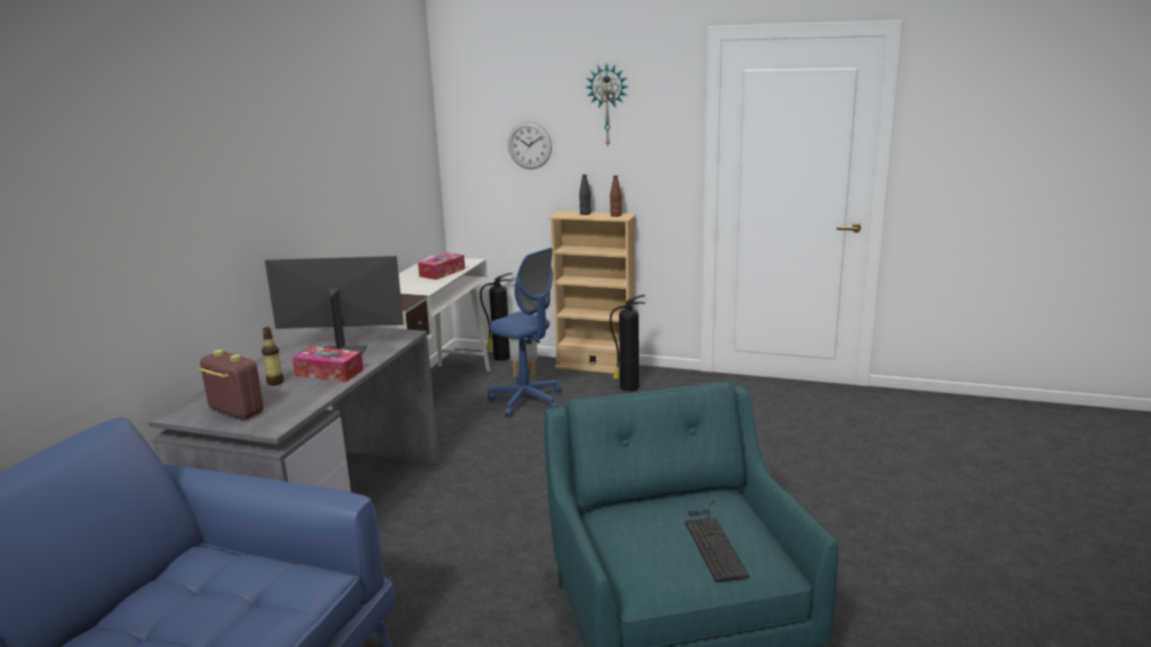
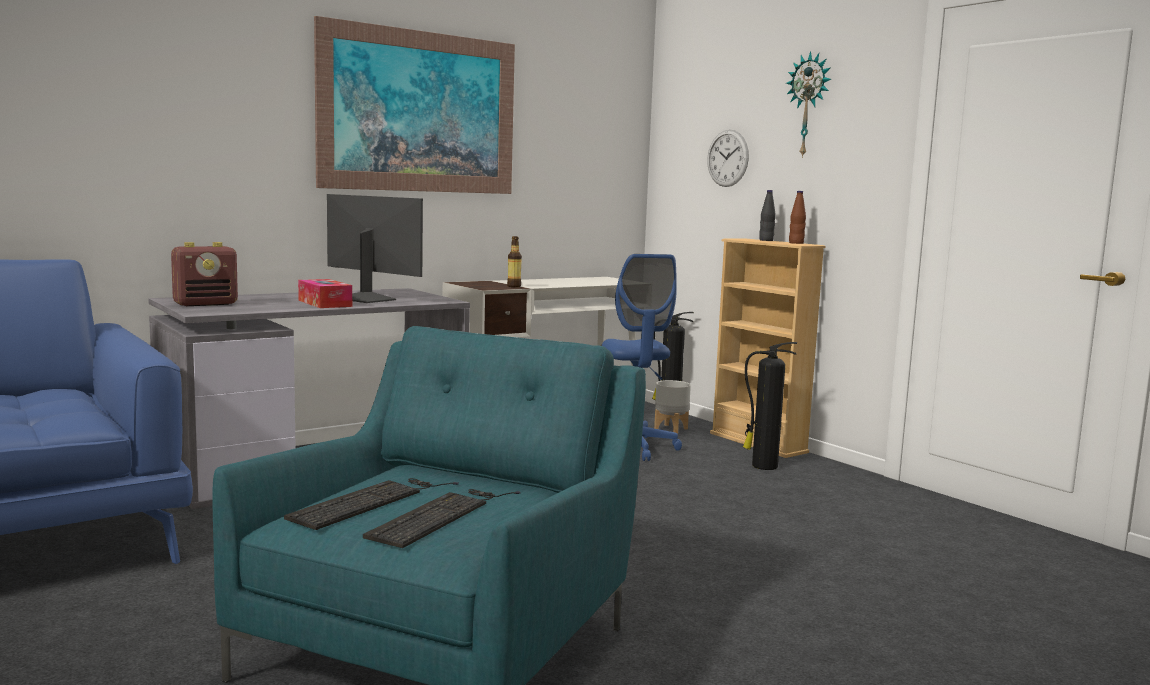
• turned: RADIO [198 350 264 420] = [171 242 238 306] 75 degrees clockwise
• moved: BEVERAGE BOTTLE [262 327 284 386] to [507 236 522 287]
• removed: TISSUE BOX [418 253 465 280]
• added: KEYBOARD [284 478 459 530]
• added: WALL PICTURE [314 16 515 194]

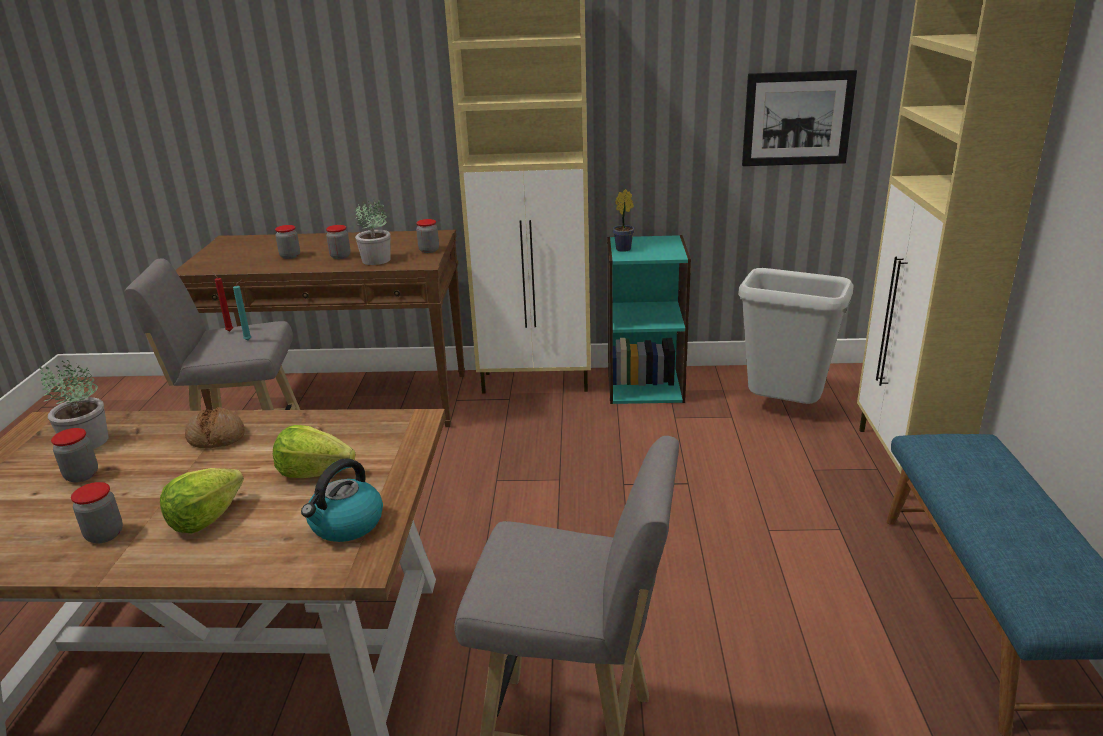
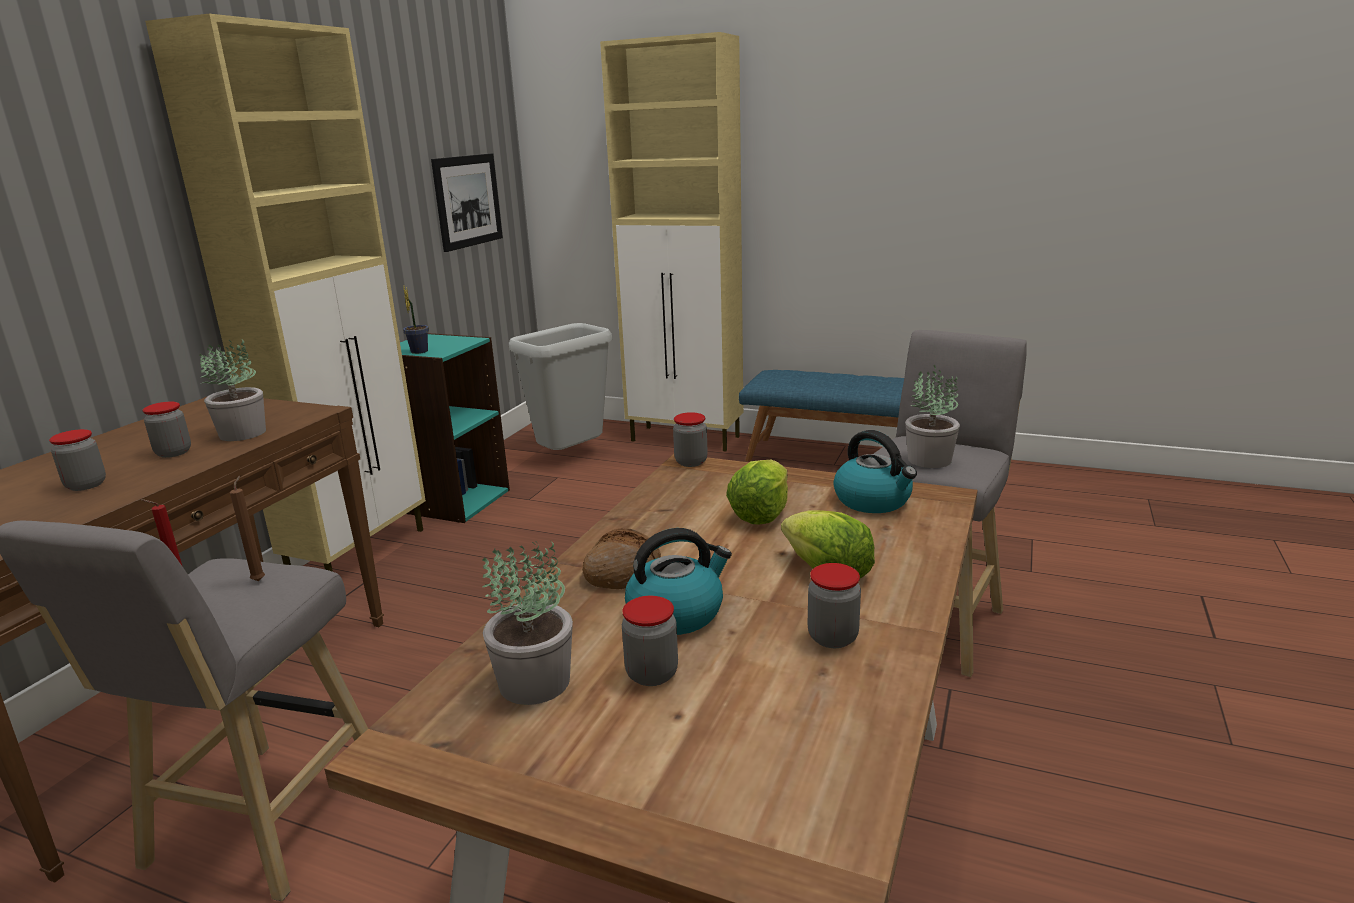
• recoloured: BLUE-GREEN CANDLE [233 280 251 340] to BROWN-COLOURED CANDLE [230 475 265 581]
• moved: PRESERVE JAR [416 219 439 253] to [673 412 708 467]
• added: KETTLE [625 528 732 635]
• added: PLANT IN A POT [905 365 960 468]

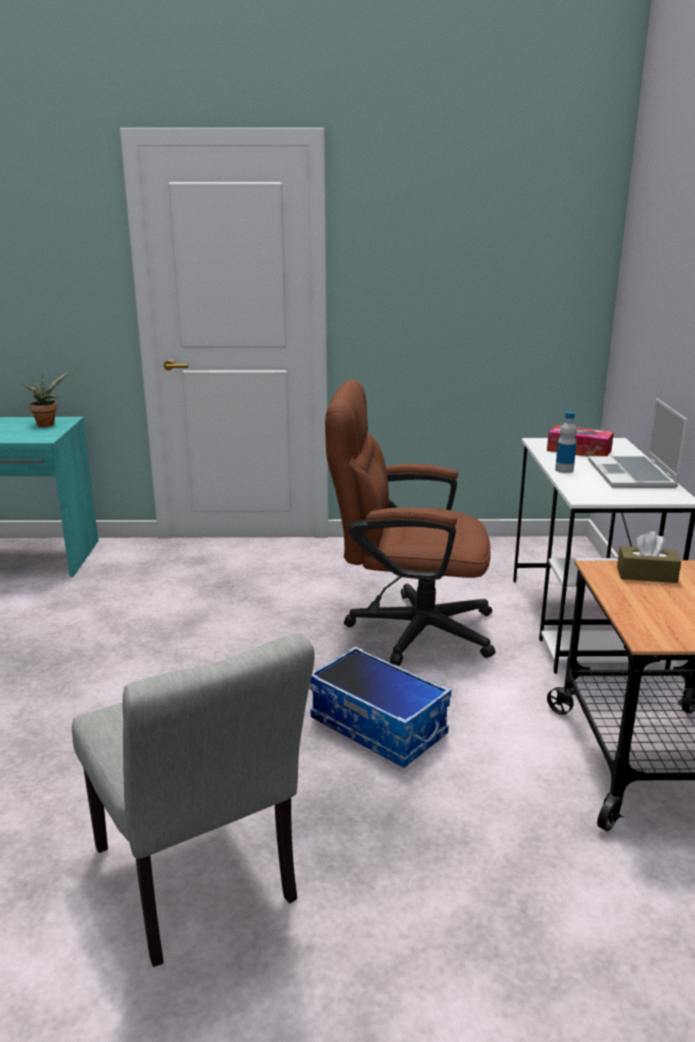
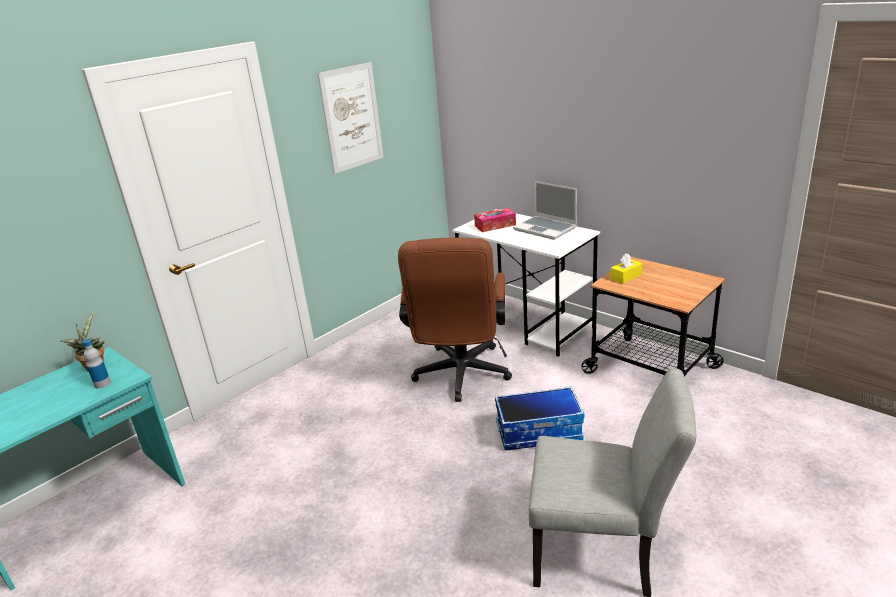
• turned: BROWN-COLOURED COMPUTER CHAIR [325 380 495 666] = [398 238 512 402] 45 degrees counterclockwise
• moved: BEVERAGE BOTTLE [555 411 577 473] to [82 339 111 389]
• recoloured: BROWN-COLOURED TISSUE BOX [617 531 681 583] to YELLOWISH TISSUE BOX [610 253 642 284]
• added: WALL PICTURE [318 62 383 174]

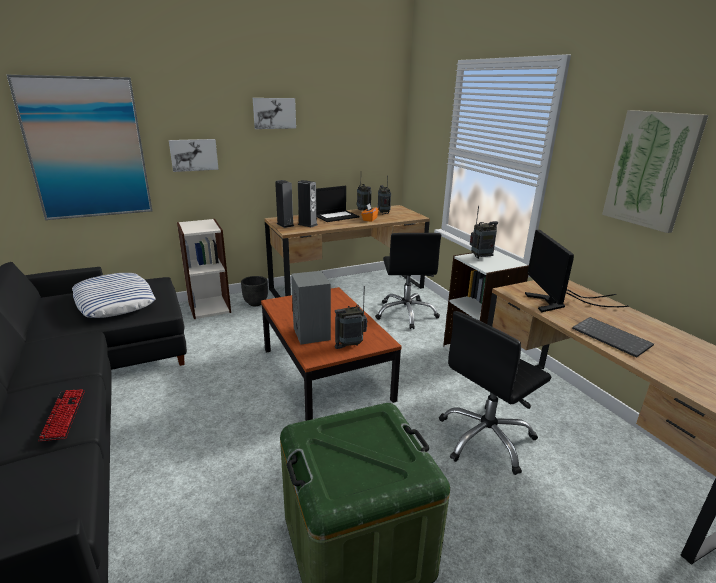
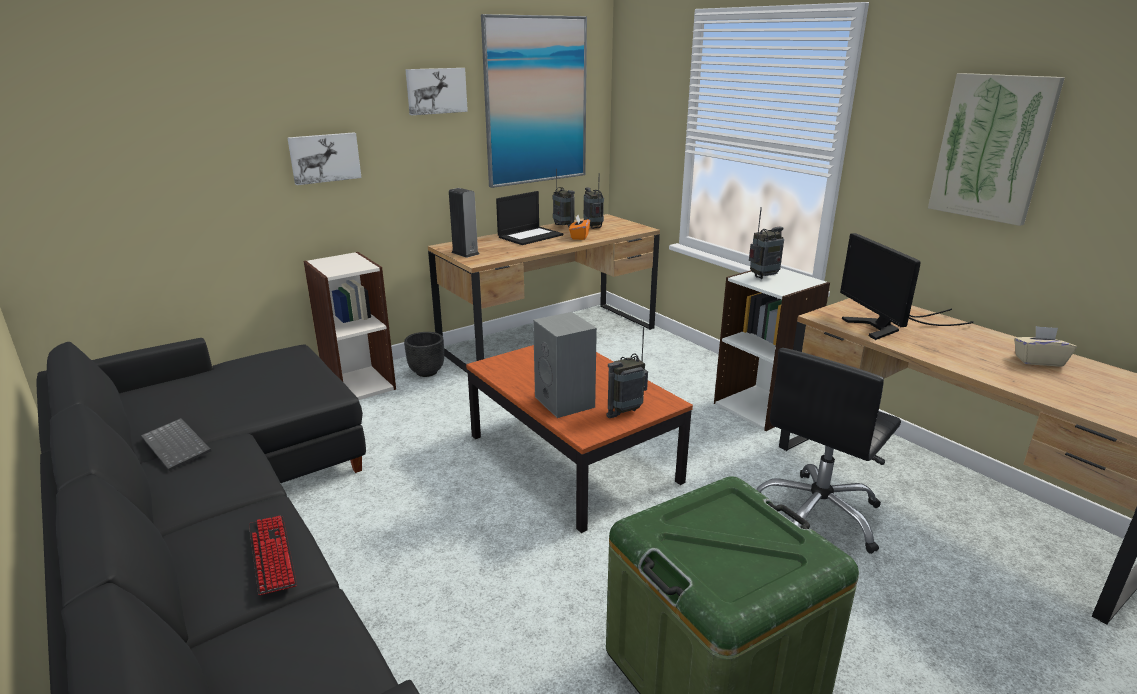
• moved: WALL PICTURE [7 75 153 220] to [481 14 587 188]
• removed: THROW PILLOW [72 273 156 318]
• removed: AUDIO SPEAKER [298 180 318 227]
• removed: BLACK COMPUTER CHAIR [375 233 441 329]
• moved: KEYBOARD [572 317 654 358] to [141 418 211 471]
• added: SAND-COLOURED TISSUE BOX [1014 326 1076 366]

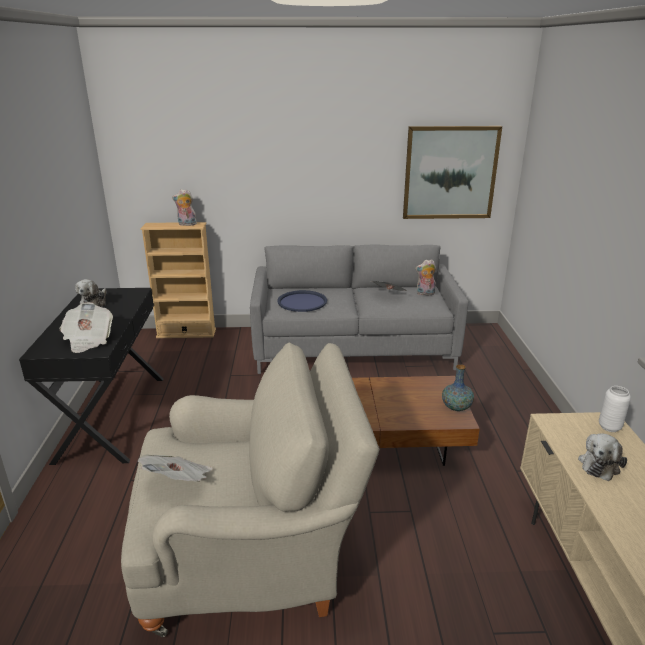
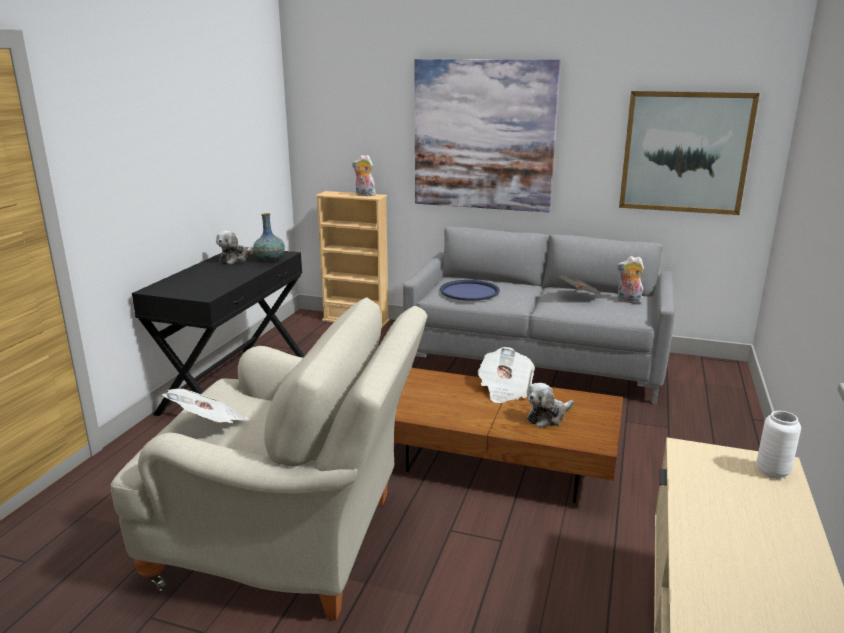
• moved: DAILY PAPER [60 302 113 353] to [477 347 535 403]
• moved: VASE [442 364 474 411] to [253 213 285 262]
• moved: PLUSH TOY [578 433 627 481] to [527 383 574 428]
• added: WALL PICTURE [415 59 561 212]

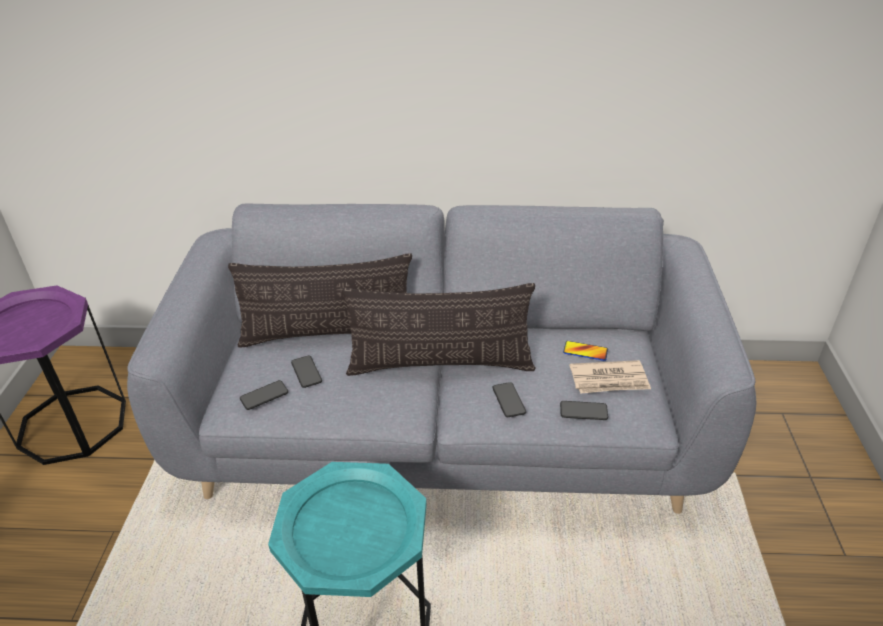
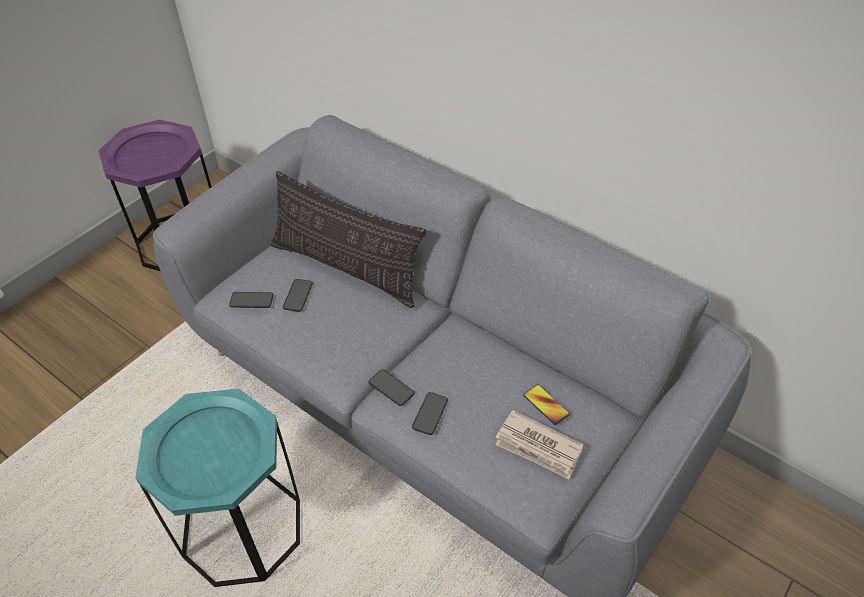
• removed: THROW PILLOW [342 283 536 376]
• moved: TELEPHONE [560 401 608 420] to [369 369 415 406]

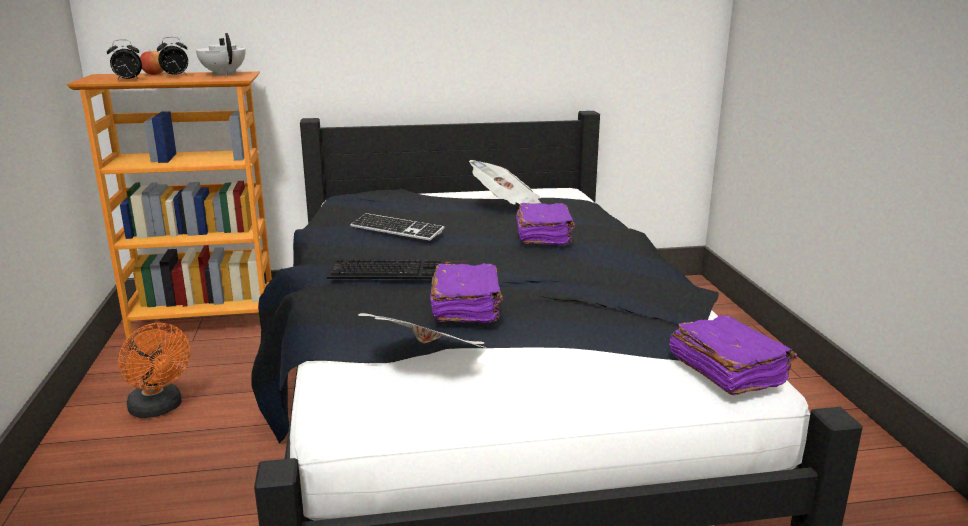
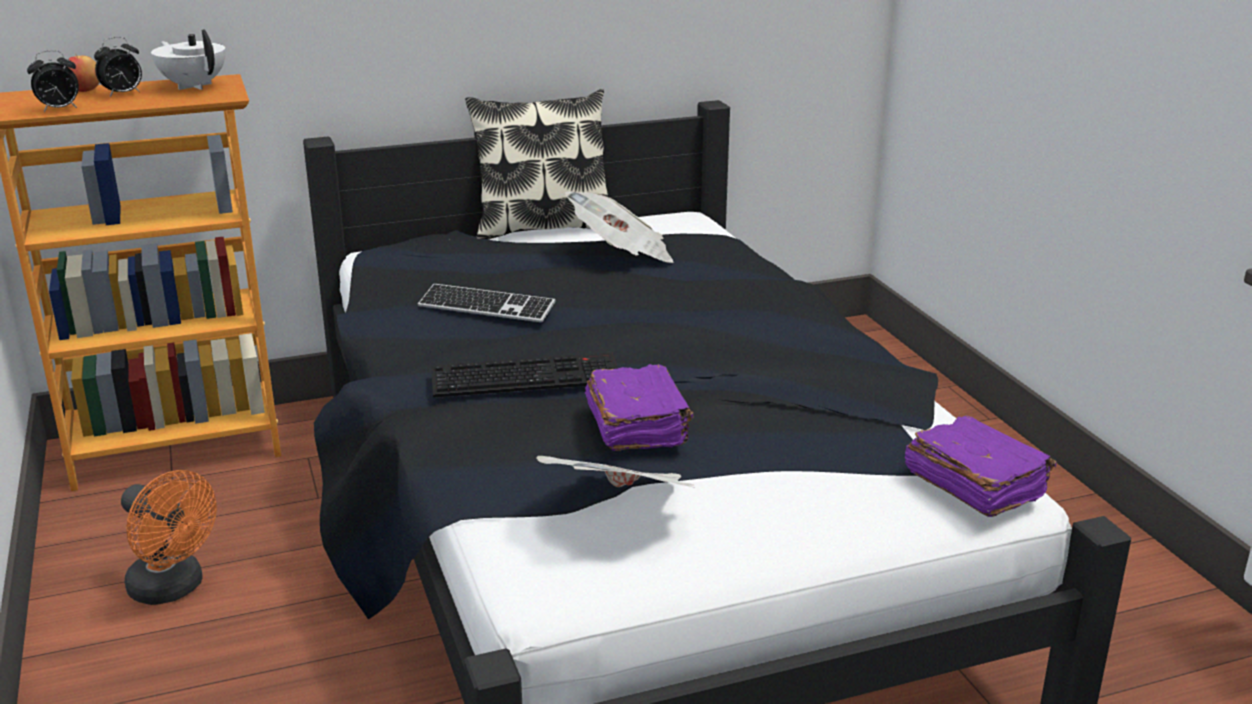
• removed: PURPLISH BOUND BOOK [516 203 575 246]
• added: THROW PILLOW [465 89 608 239]

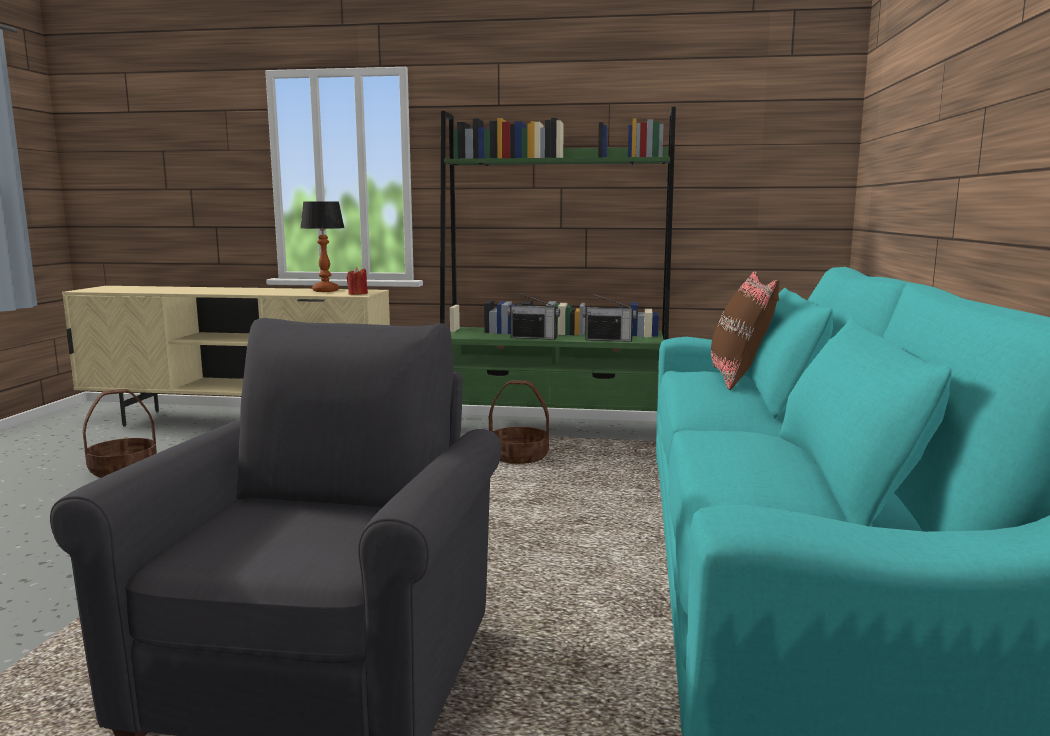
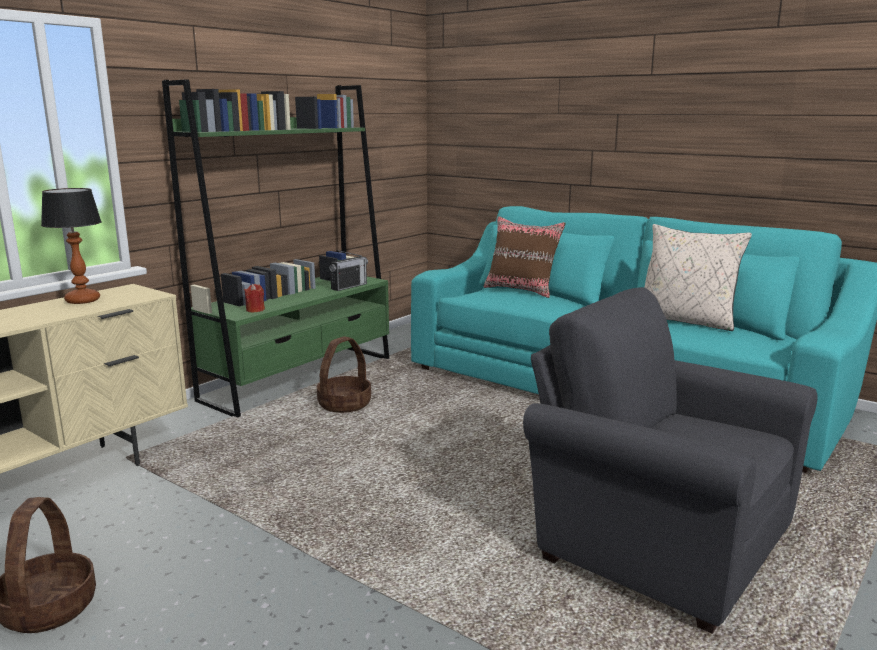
• moved: RED CANDLE [347 267 368 295] to [244 284 265 312]
• removed: RADIO [507 292 560 340]
• added: SAND-COLOURED THROW PILLOW [644 224 752 331]

